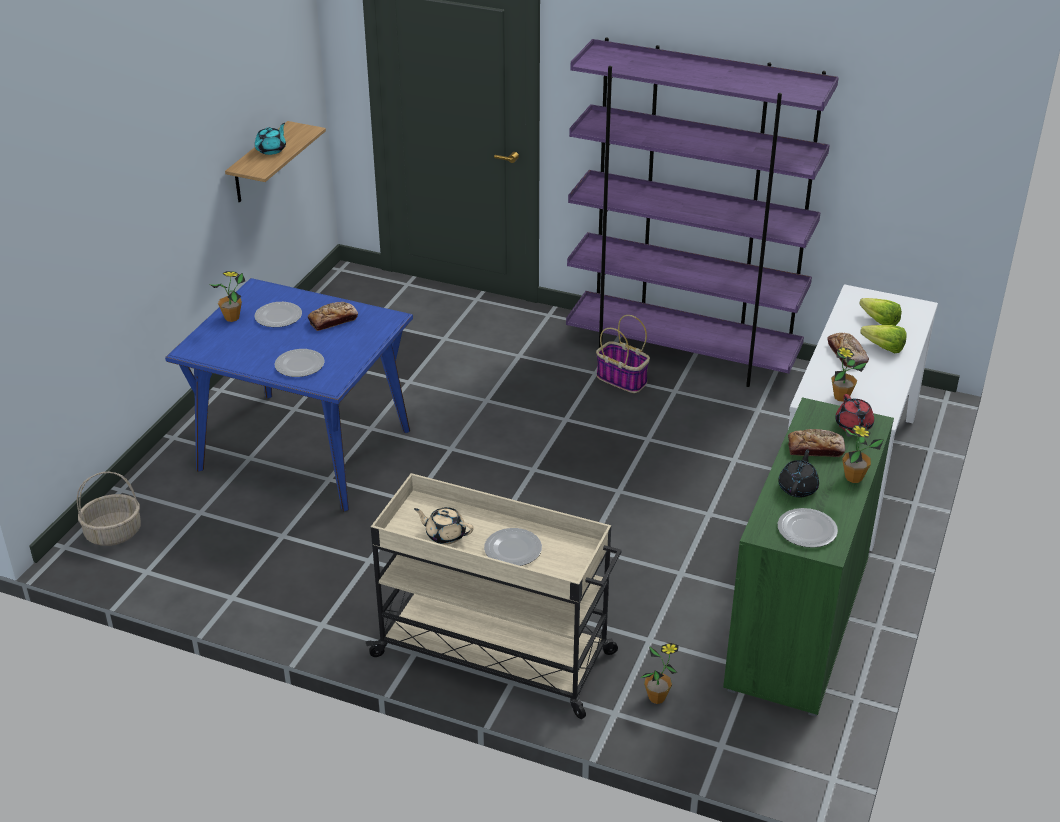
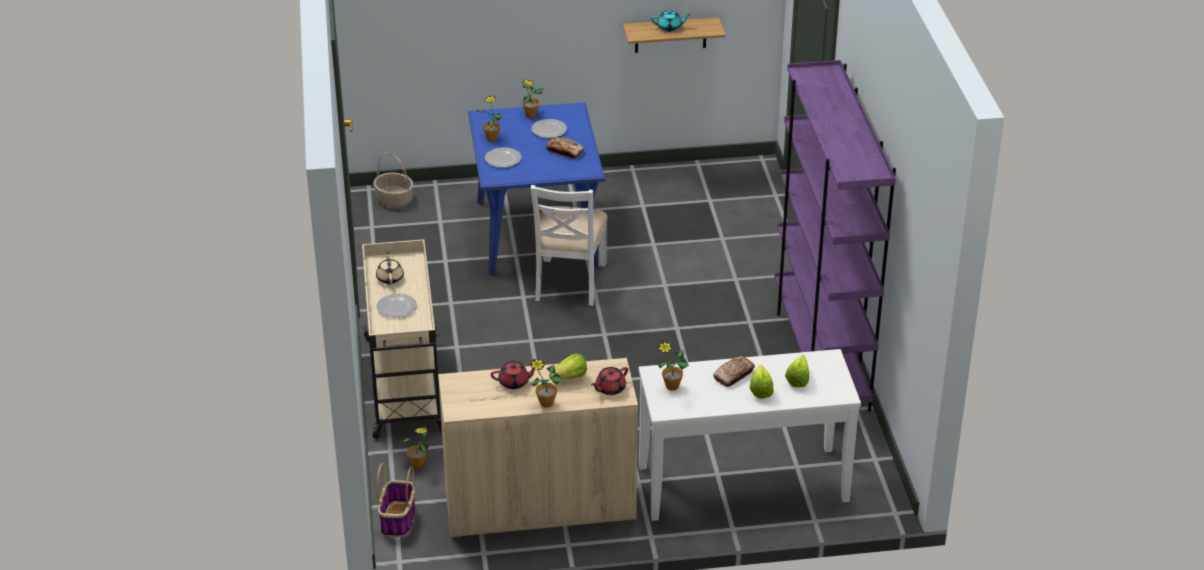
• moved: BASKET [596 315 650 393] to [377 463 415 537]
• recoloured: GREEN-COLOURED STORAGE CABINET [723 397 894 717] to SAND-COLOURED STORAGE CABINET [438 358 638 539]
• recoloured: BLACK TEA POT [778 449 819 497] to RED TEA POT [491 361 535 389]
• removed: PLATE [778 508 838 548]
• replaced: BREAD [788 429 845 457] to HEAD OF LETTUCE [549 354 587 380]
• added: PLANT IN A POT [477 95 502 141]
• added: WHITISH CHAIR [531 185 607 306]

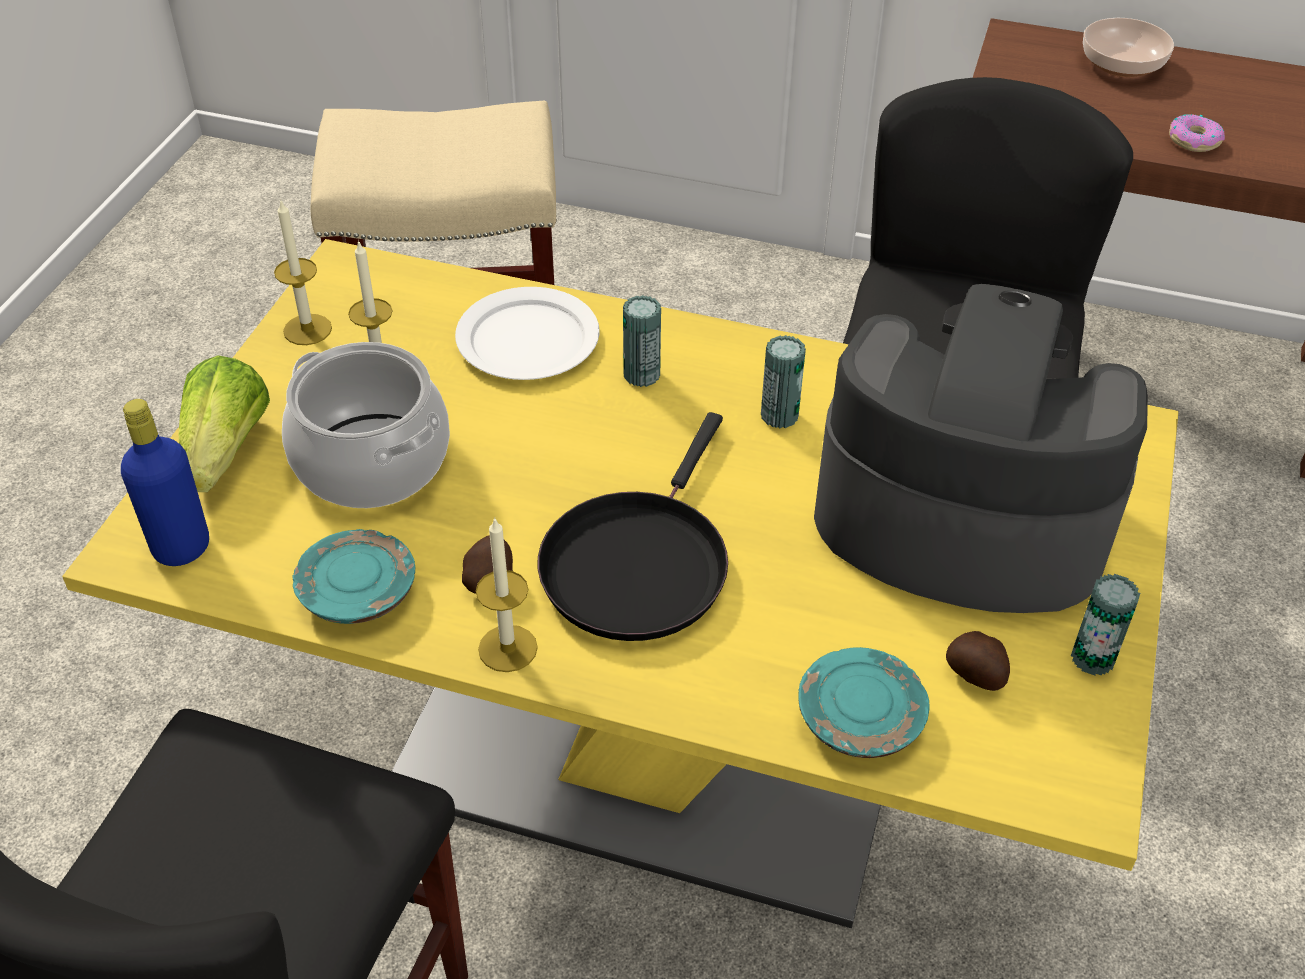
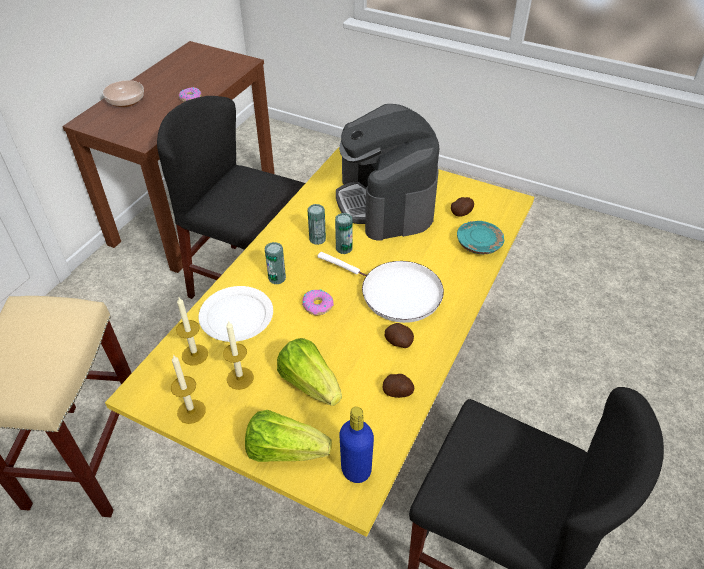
• replaced: STOCKPOT [282 342 450 508] to HEAD OF LETTUCE [277 338 342 406]
• replaced: BLUE-GREEN PLATE [293 529 415 624] to SPUD [383 374 414 398]
• moved: CANDLE [476 517 538 672] to [176 297 208 365]
• recoloured: BLACK PAN [538 412 728 641] to WHITISH PAN [318 252 444 323]
• turned: COFFEE BREWER [814 284 1148 613] = [336 104 440 241] 45 degrees counterclockwise
• moved: CAN [1071 574 1140 676] to [335 213 353 254]
• added: RING DOUGHNUT [302 289 334 315]

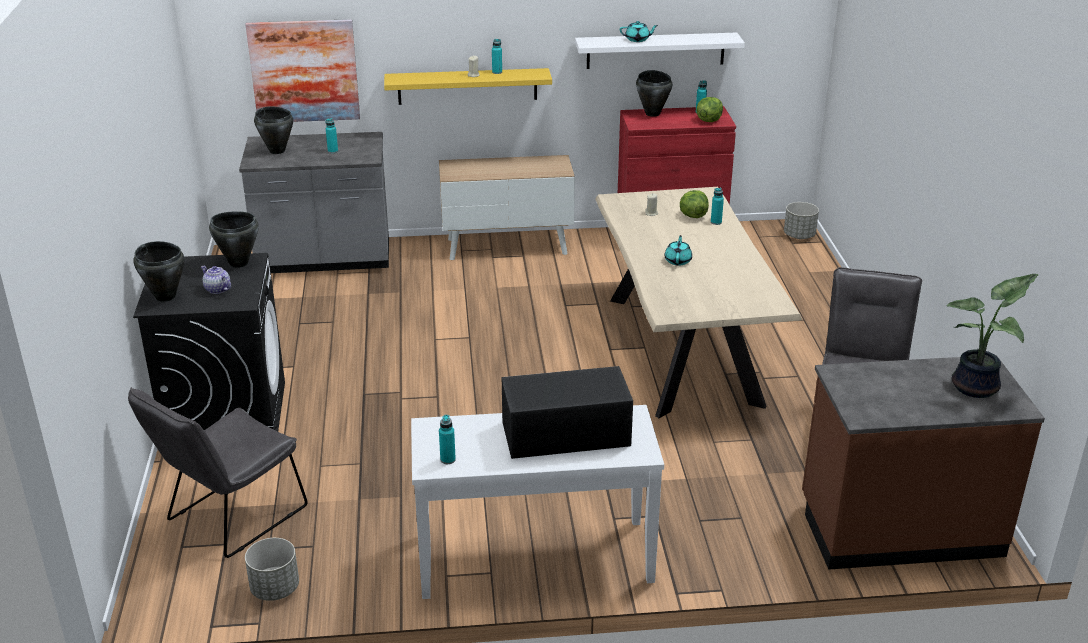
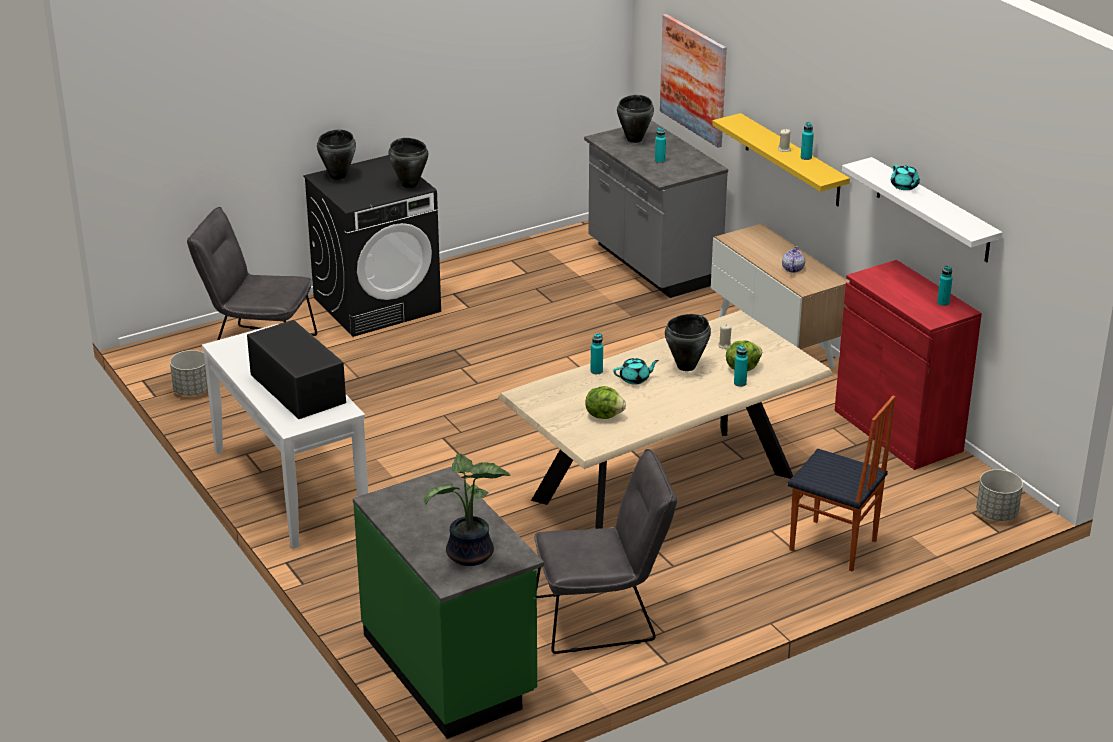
• moved: TEA POT [201 266 231 294] to [782 246 805 273]
• moved: BLUE-GREEN BEVERAGE BOTTLE [439 415 456 464] to [590 333 603 374]
• moved: BLACK STOCKPOT [636 70 673 117] to [665 314 711 371]
• moved: HEAD OF LETTUCE [696 97 723 122] to [585 386 626 419]
• recoloured: BROWN-COLOURED KITCHEN COUNTER [802 355 1045 570] to GREEN-COLOURED KITCHEN COUNTER [353 467 544 739]
• added: CHAIR [787 396 895 572]

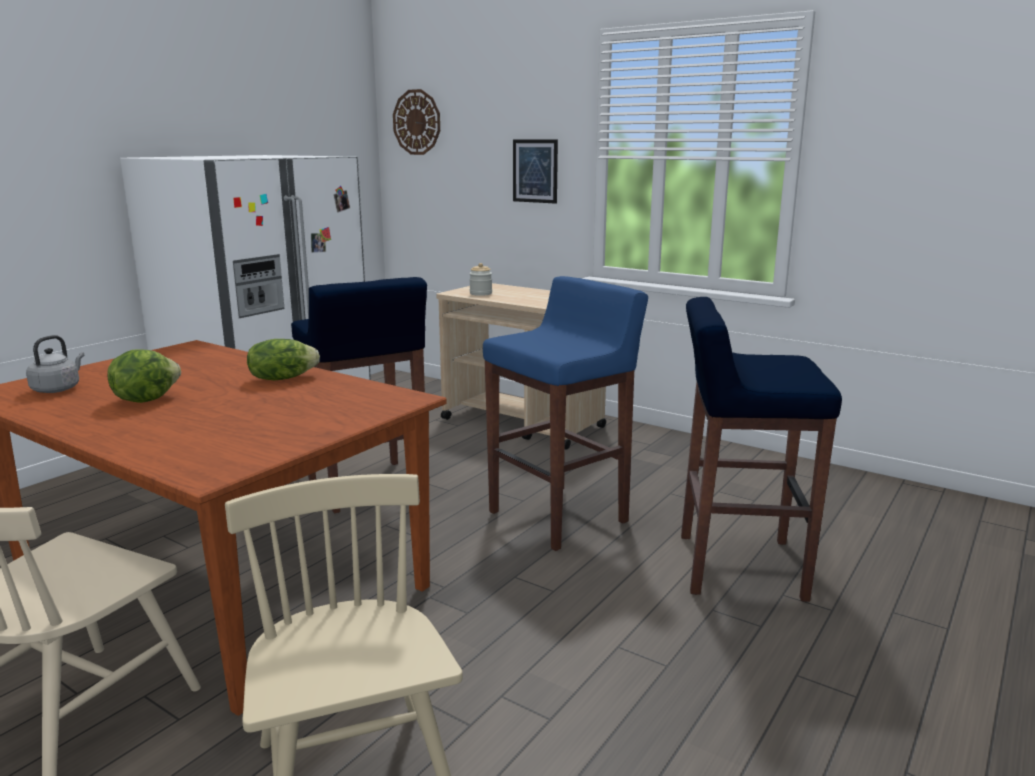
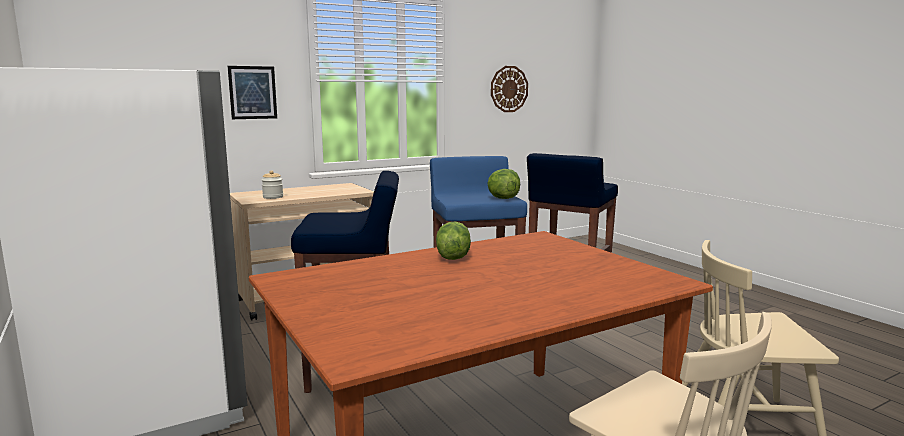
• removed: GREY KETTLE [26 335 84 393]
• moved: HEAD OF LETTUCE [107 350 181 403] to [487 169 520 199]
• moved: CLOCK ON THE WALL [393 89 440 155] to [491 66 528 112]

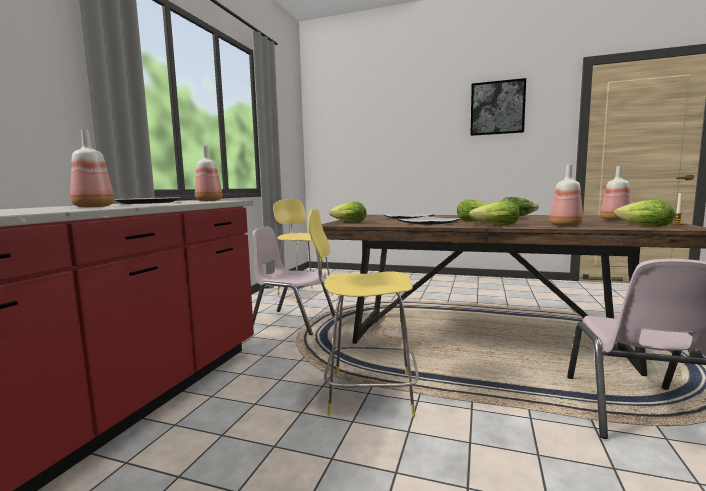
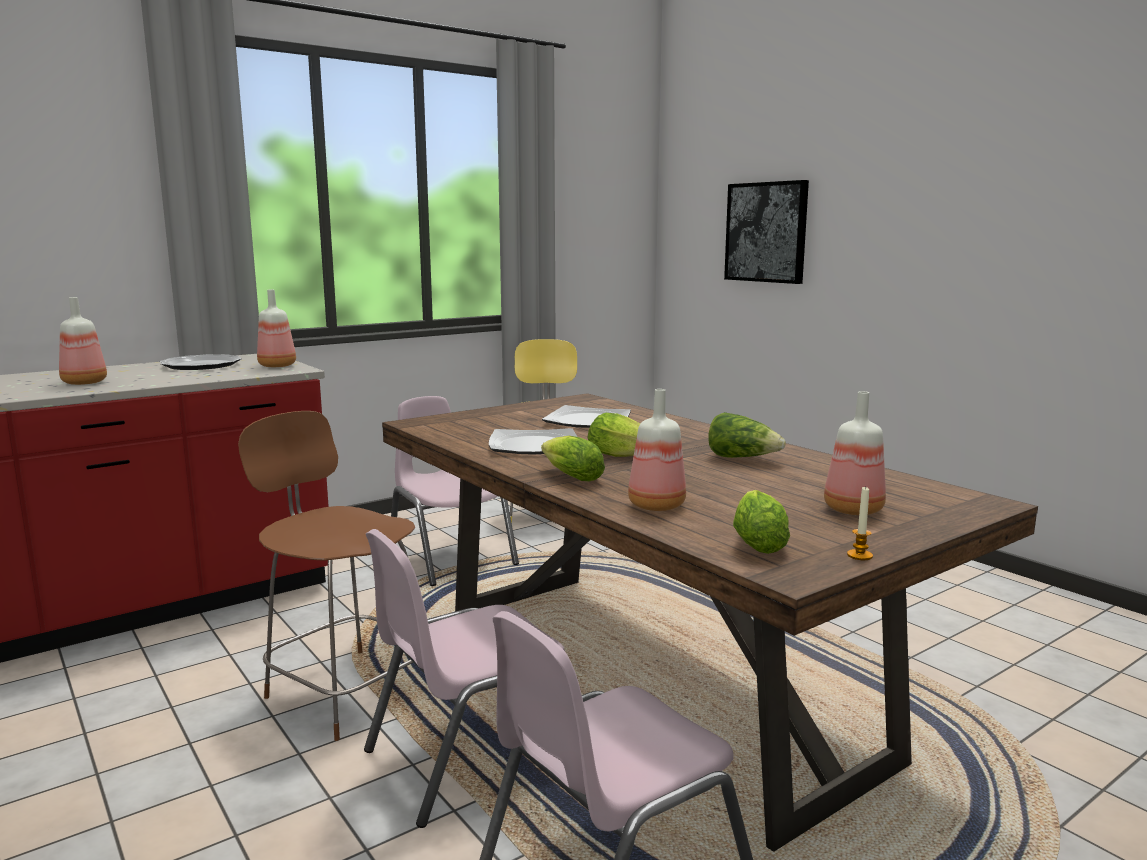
• recoloured: YELLOWISH STOOL SEAT [308 209 419 417] to BROWN-COLOURED STOOL SEAT [238 411 415 741]
• removed: HEAD OF LETTUCE [329 202 367 222]
• moved: WALL PICTURE [470 78 526 136] to [724 180 809 284]
• added: PINK-COLOURED CHAIR [364 529 565 828]

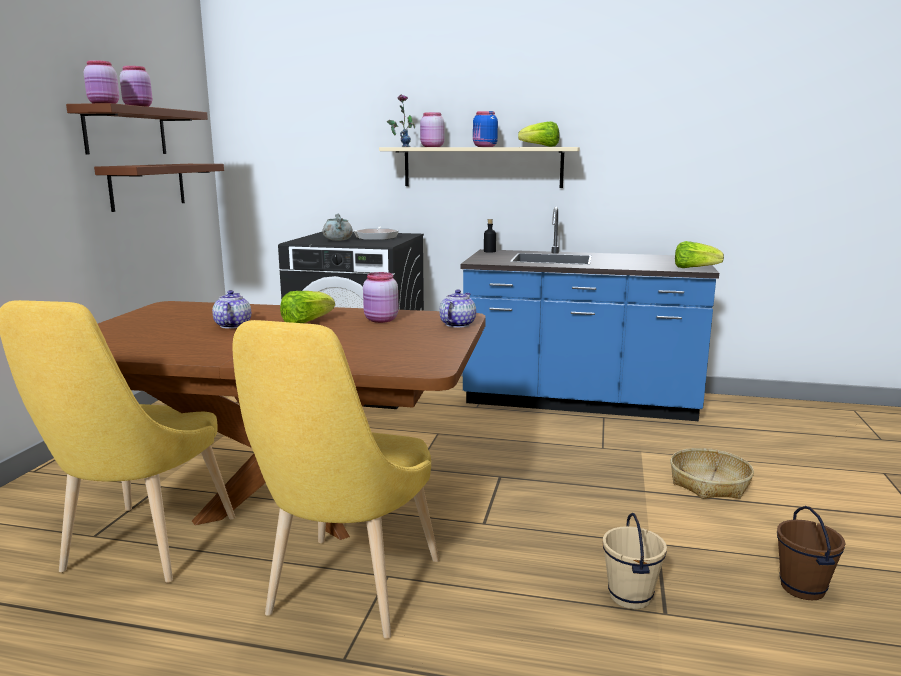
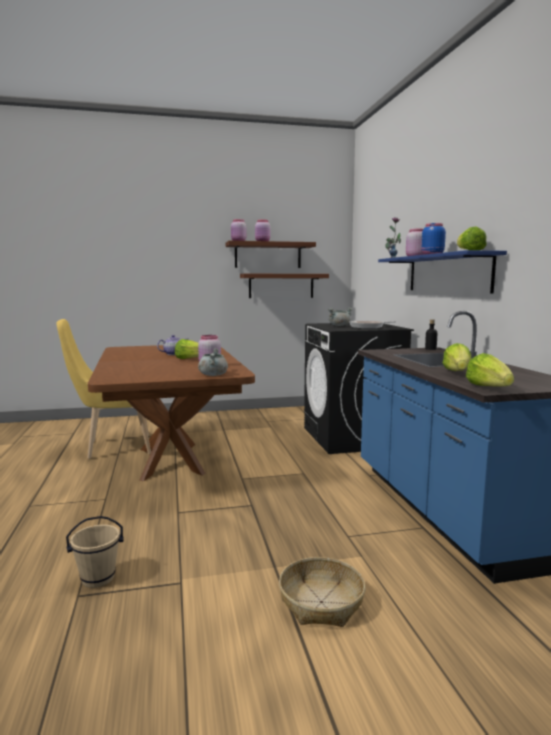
• removed: YELLOWISH CHAIR [233 320 439 639]
• recoloured: SAND-COLOURED BRACKET SHELF [379 147 580 188] to BLUISH BRACKET SHELF [378 250 507 294]
• replaced: TEA POT [440 289 476 328] to GREY STOCKPOT [198 348 228 376]
• removed: BROWN-COLOURED PAIL [777 506 846 600]
• added: HEAD OF LETTUCE [442 343 472 371]

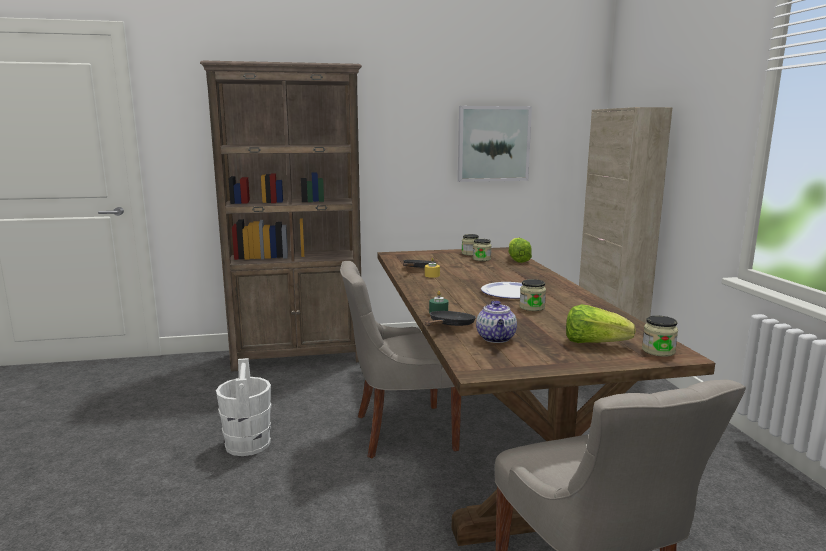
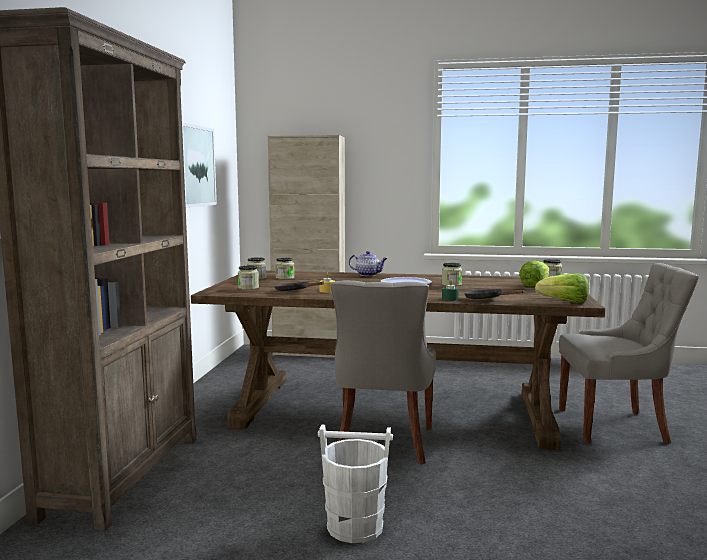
• moved: TEA POT [476 301 517 343] to [349 251 387 276]
• moved: HEAD OF LETTUCE [508 238 532 263] to [535 273 589 303]
• added: PRESERVE JAR [238 265 259 290]

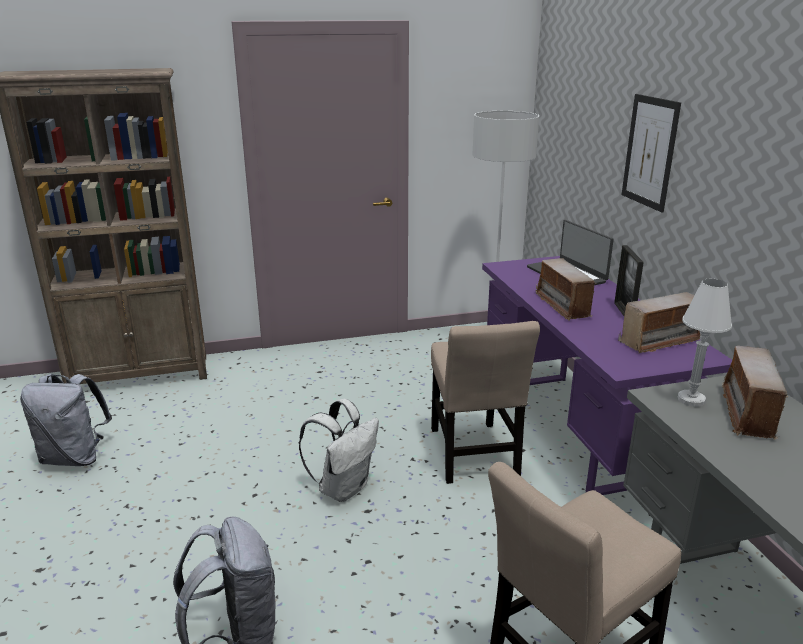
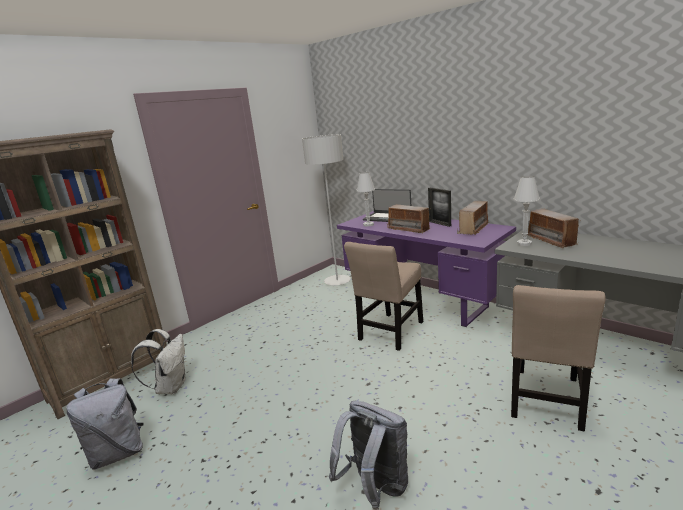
• moved: WHITISH KNAPSACK [299 399 379 502] to [131 329 186 394]
• turned: SAND-COLOURED CHAIR [431 321 540 484] = [344 242 423 351] 75 degrees clockwise
• removed: WALL PICTURE [621 94 681 213]
• added: WHITISH TABLETOP LAMP [357 172 375 226]

